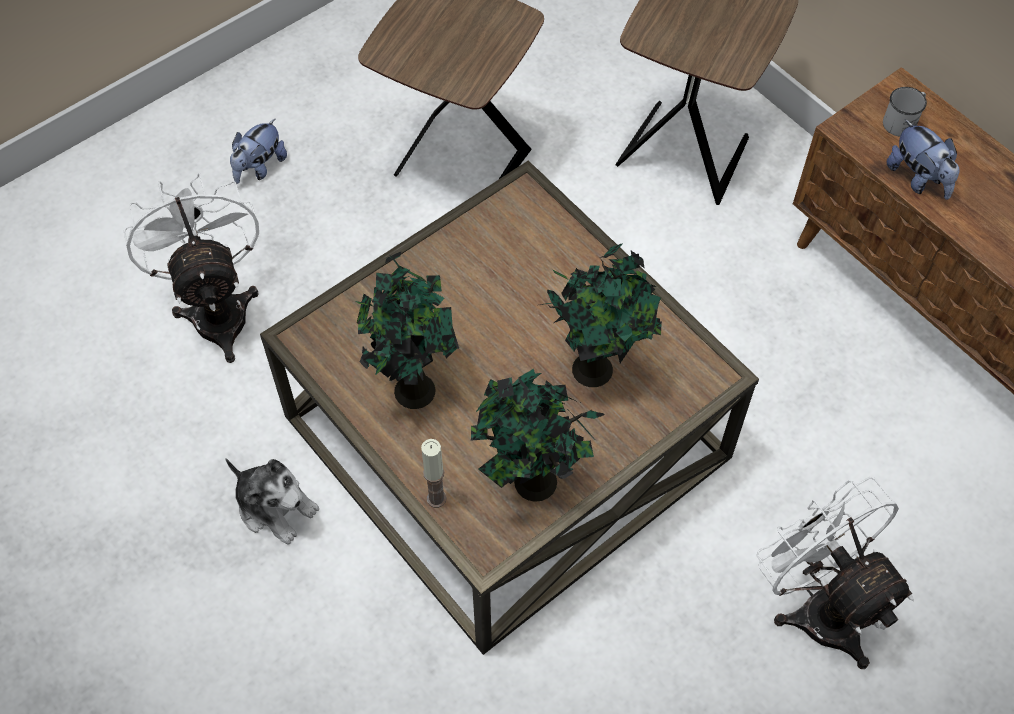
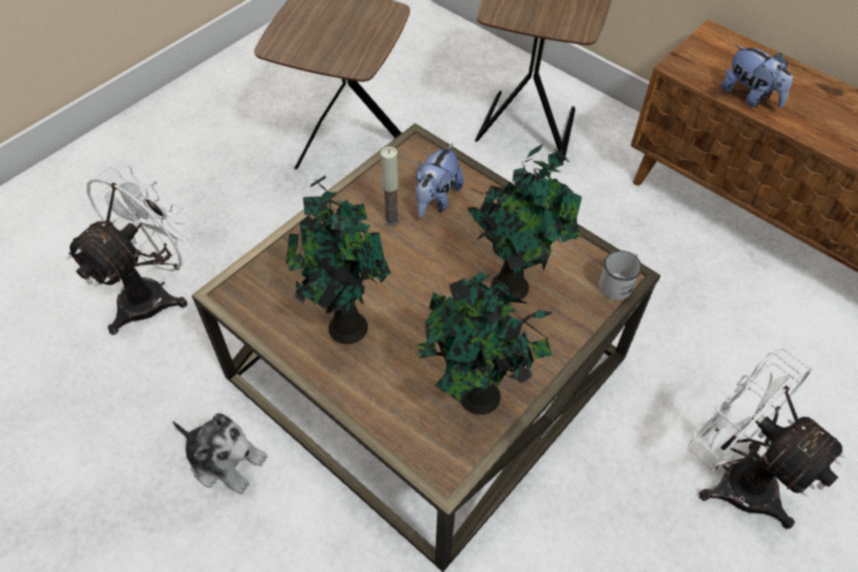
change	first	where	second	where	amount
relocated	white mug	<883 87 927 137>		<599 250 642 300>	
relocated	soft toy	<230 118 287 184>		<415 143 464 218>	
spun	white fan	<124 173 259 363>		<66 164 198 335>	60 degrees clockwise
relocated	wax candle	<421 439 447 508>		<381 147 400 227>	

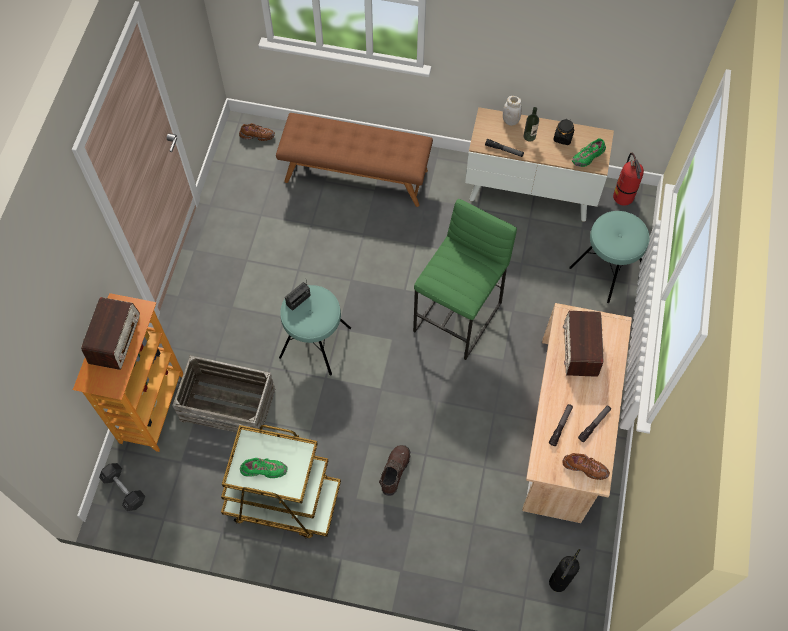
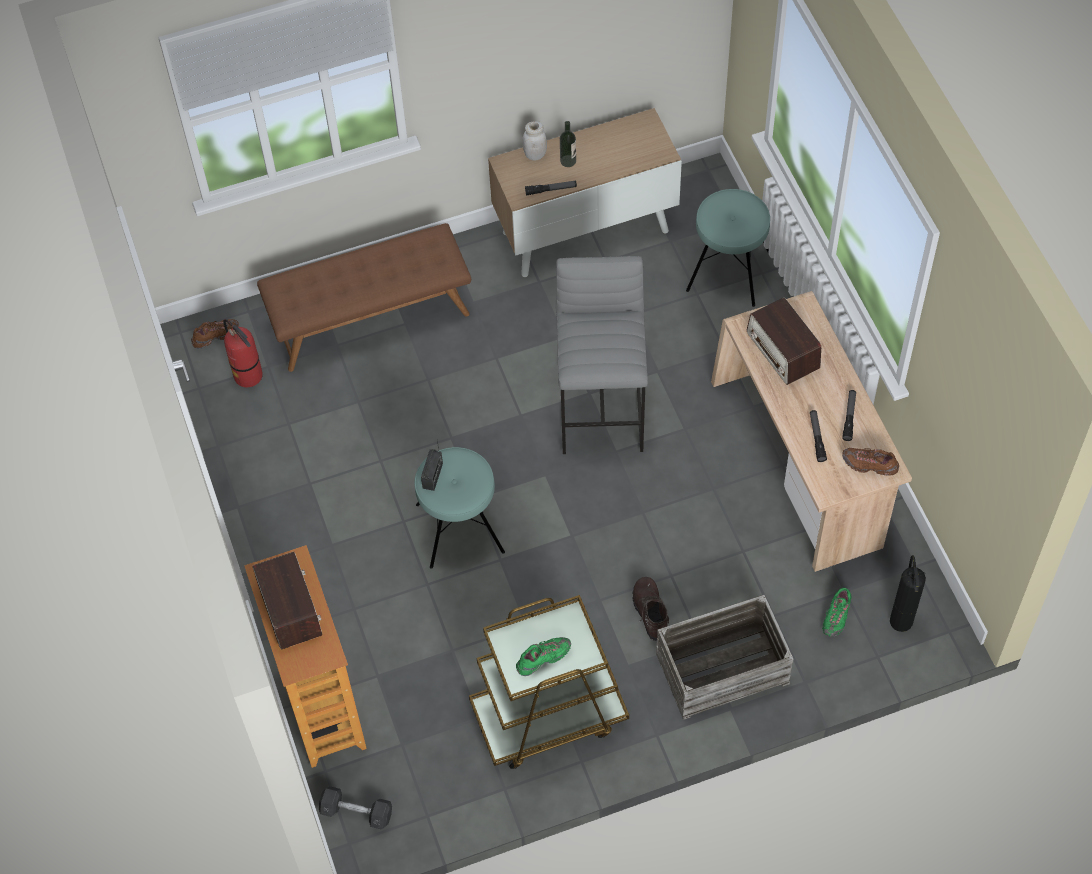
change	first	where	second	where	amount
missing	black preserve jar	<553 118 574 145>			
relocated	green shoe	<572 138 606 167>		<822 588 852 637>	
relocated	fire extinguisher	<613 152 644 206>		<223 319 263 387>	
colour	green sitting stool	<413 199 517 360>	grey sitting stool	<556 256 648 454>	
relocated	packing crate	<172 355 275 433>		<656 595 793 720>	
spun	brown shoe	<562 453 610 480>		<842 448 899 476>	150 degrees counterclockwise

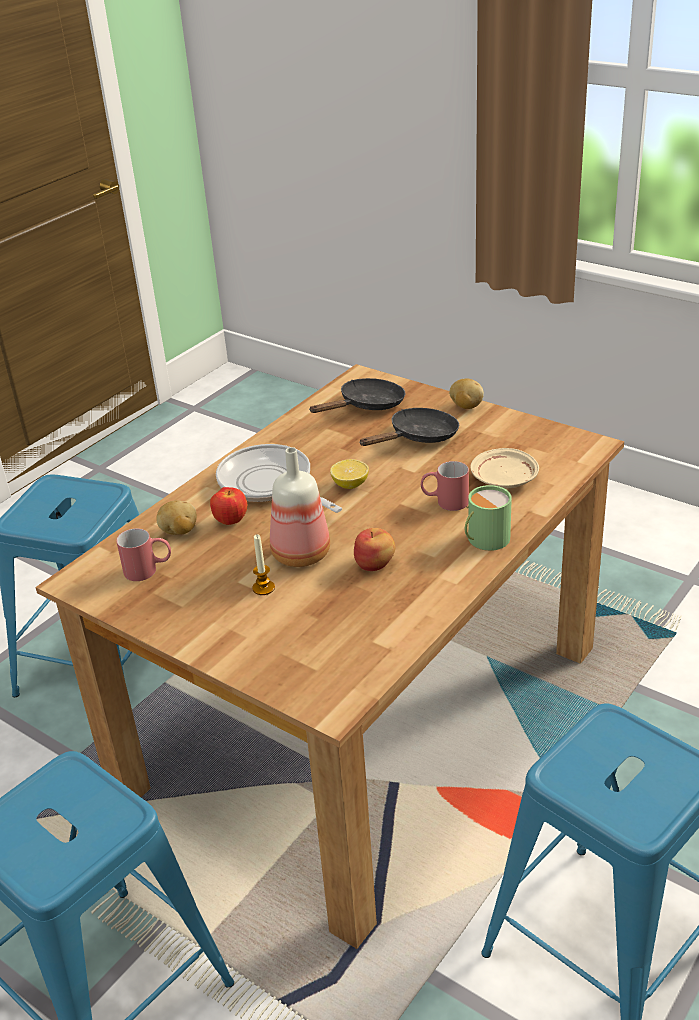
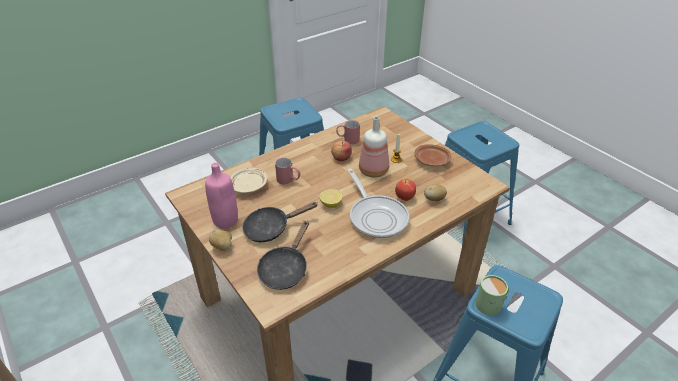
change	first	where	second	where	amount
spun	black skillet	<309 378 406 413>		<257 221 309 290>	45 degrees counterclockwise
relocated	green mug	<465 485 512 551>		<475 275 509 316>	
relocated	red-coloured mug	<116 528 171 581>		<336 120 360 145>	
appeared			brown dinner plate	<415 144 451 166>	
appeared			pink drink bottle	<205 163 238 229>	

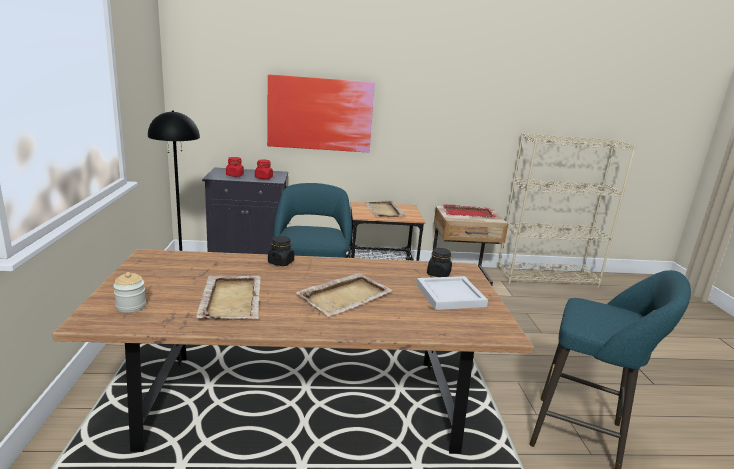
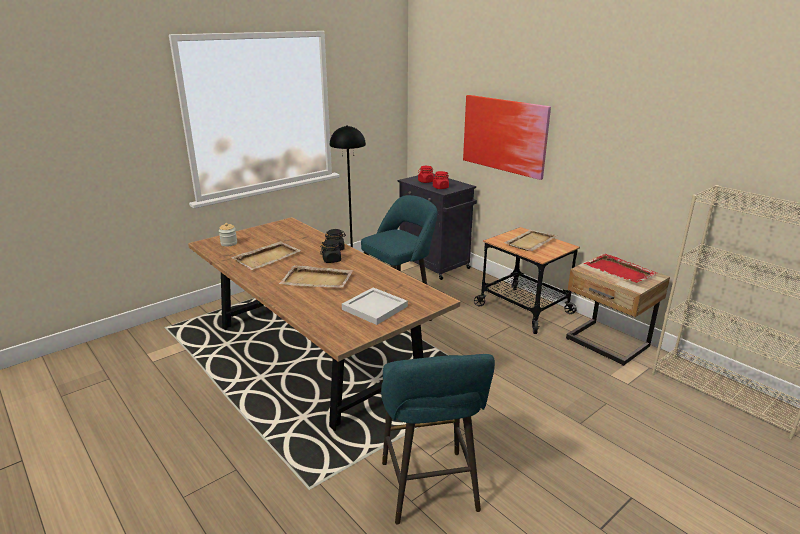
change	first	where	second	where	amount
relocated	black preserve jar	<427 248 452 277>		<320 239 343 263>	

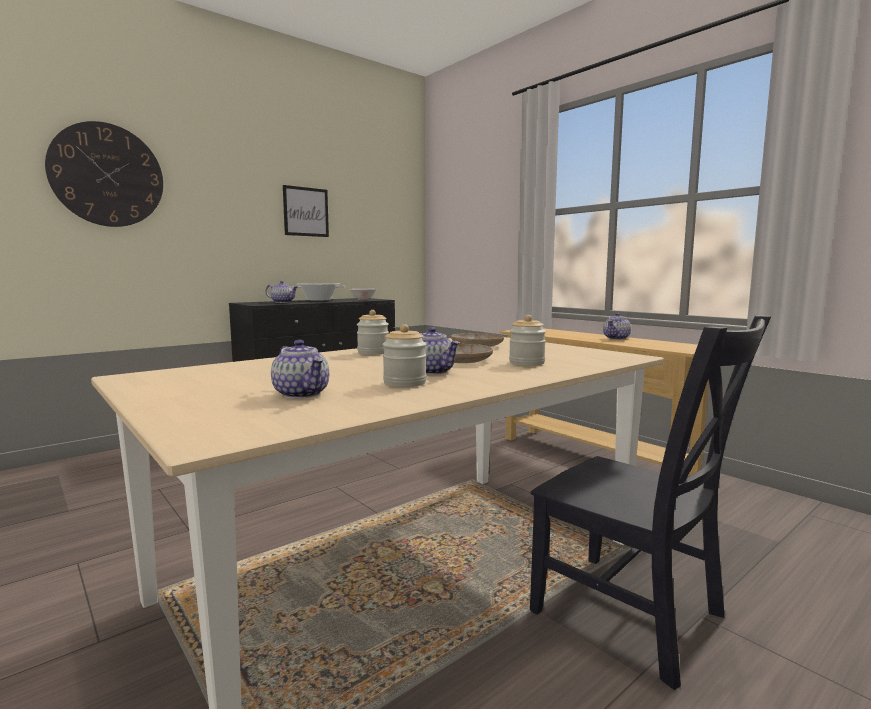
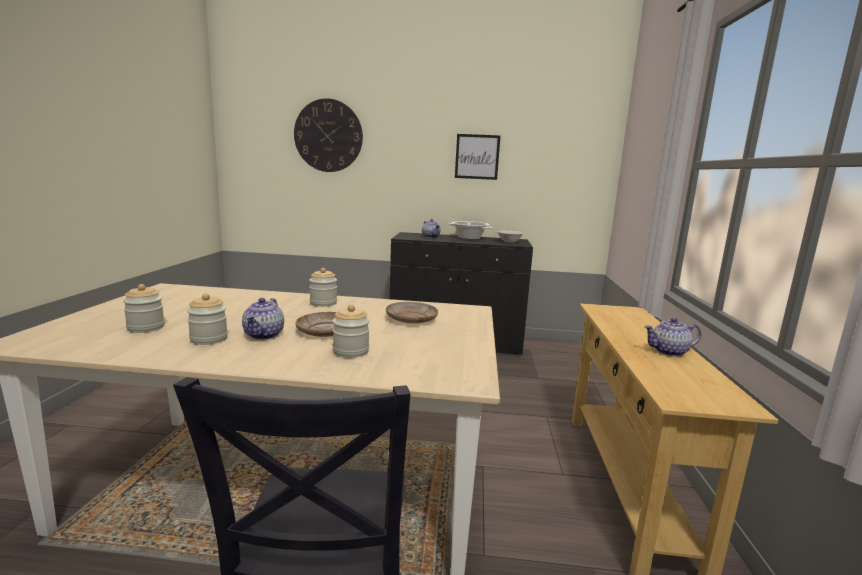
change	first	where	second	where	amount
exchanged	teapot	<271 339 329 399>	preserve jar	<123 284 165 333>	

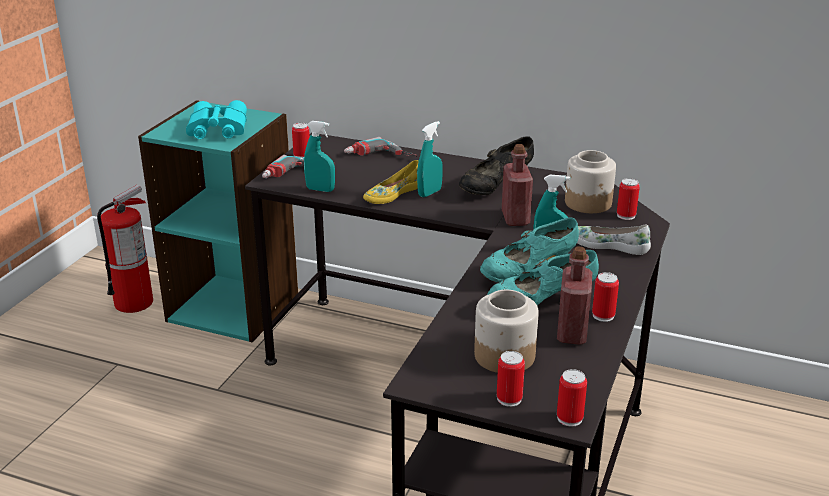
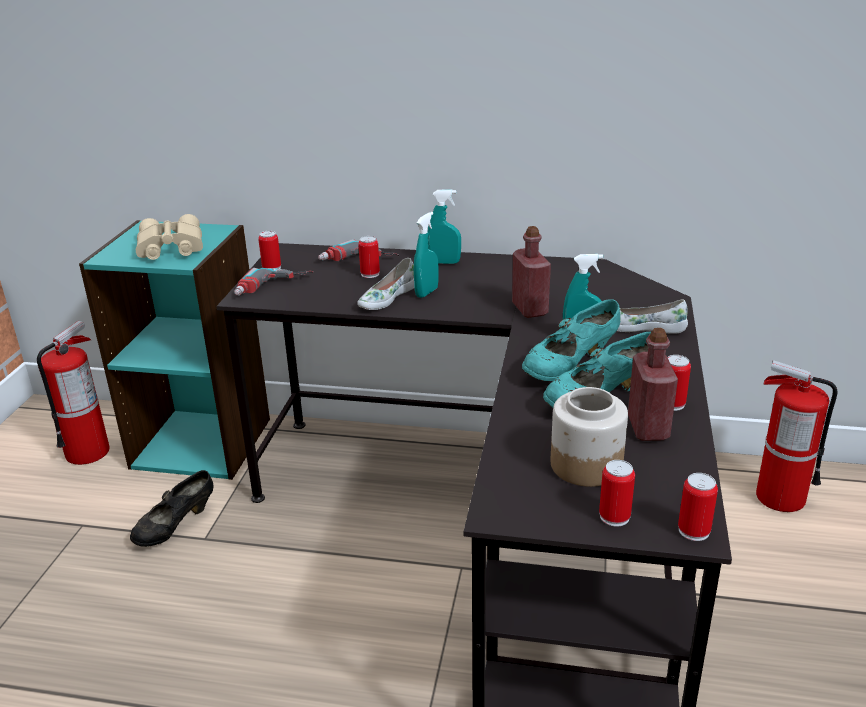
change	first	where	second	where	amount
colour	blue-green pair of binoculars	<186 100 247 139>	beige pair of binoculars	<136 214 203 260>	
relocated	blue-green hand sprayer	<304 121 335 192>		<428 190 461 264>	
relocated	black shoe	<459 136 534 195>		<130 470 213 547>	
missing	preserve jar	<565 150 616 213>			
colour	yellow shoe	<363 160 419 204>	white shoe	<357 258 414 310>	
relocated	can	<617 178 640 220>		<358 236 380 278>	
appeared			fire extinguisher	<756 360 837 512>	

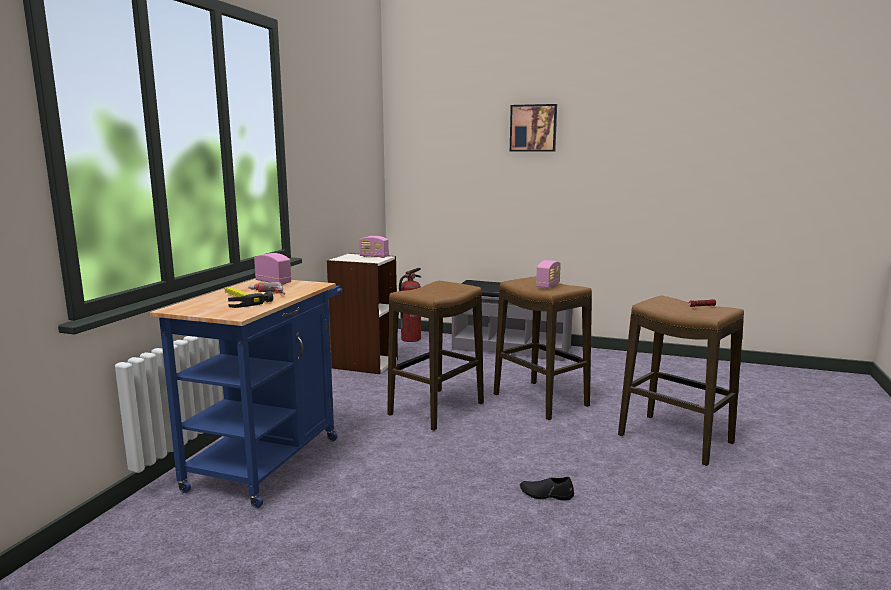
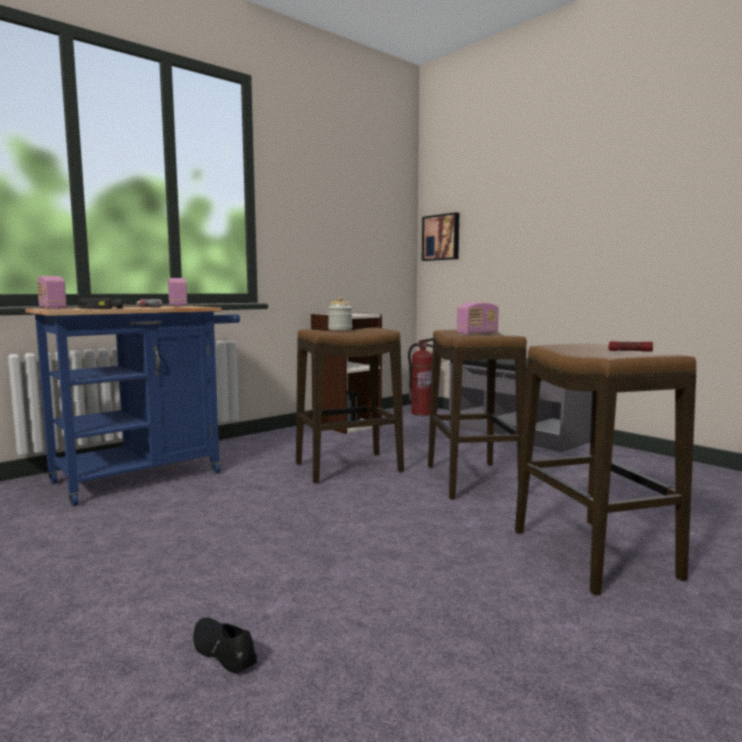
change	first	where	second	where	amount
relocated	picture	<510 104 557 152>		<422 212 459 261>	
relocated	radio set	<359 236 389 258>		<37 276 67 309>	
relocated	black shoe	<520 477 574 500>		<193 617 257 674>	
appeared			preserve jar	<328 297 352 331>	

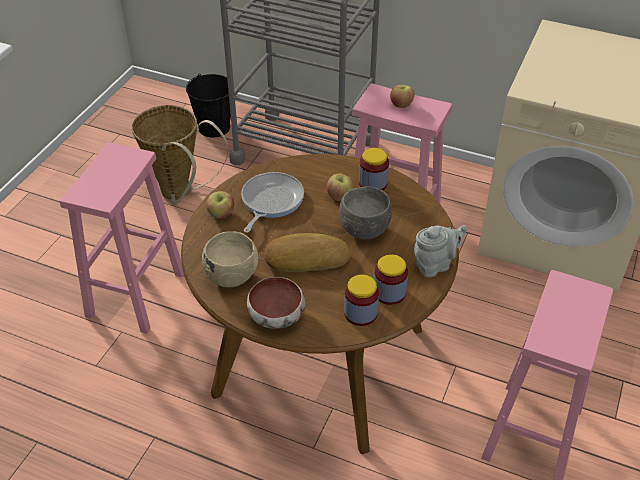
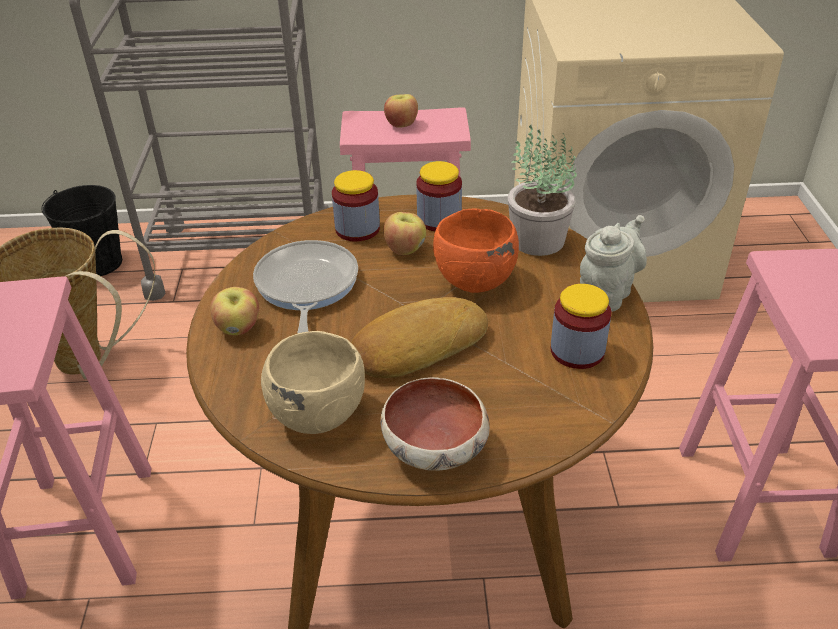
change	first	where	second	where	amount
colour	grey serving bowl	<339 186 392 240>	orangey serving bowl	<433 209 519 293>	
relocated	preserve jar	<344 275 379 326>		<332 170 380 242>	
appeared			plant in a pot	<508 125 577 256>	

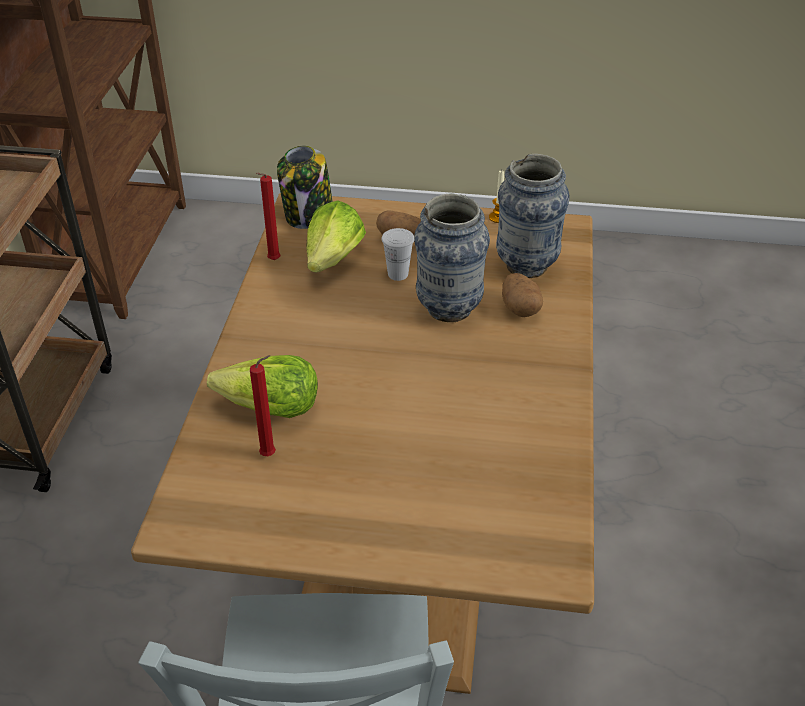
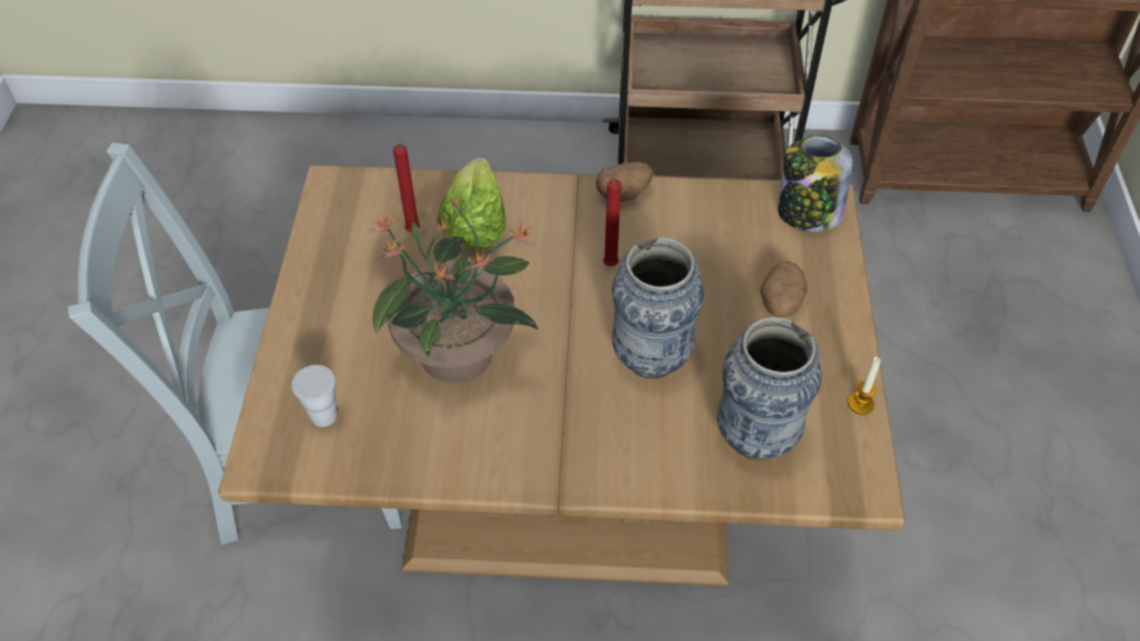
change	first	where	second	where	amount
relocated	red-coloured wax candle	<256 173 280 260>		<603 168 621 266>	
missing	lettuce head	<307 201 366 273>			
relocated	white cup	<382 228 414 281>		<291 365 337 427>	
relocated	potato	<502 273 543 317>		<596 162 653 202>	
appeared			plant in a pot	<365 198 538 383>	

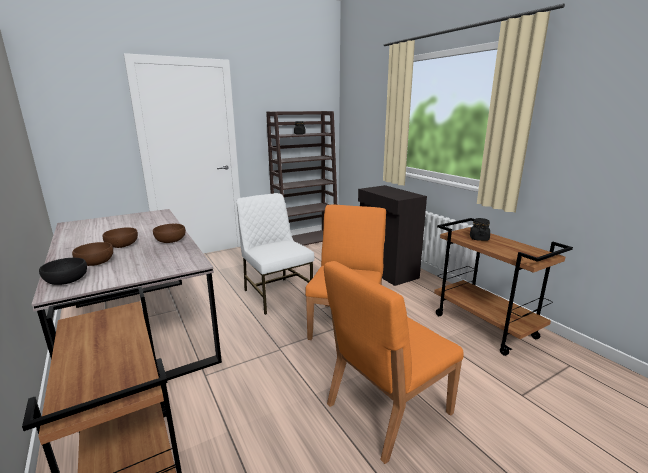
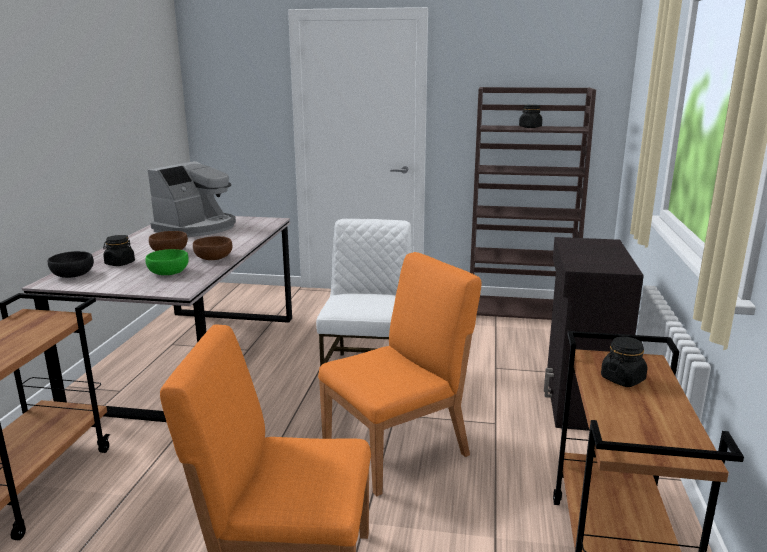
change	first	where	second	where	amount
exchanged	brown serving bowl	<72 242 113 266>	black preserve jar	<103 235 135 266>	
appeared			coffee machine	<148 161 236 237>	
appeared			green serving bowl	<146 249 189 275>	

